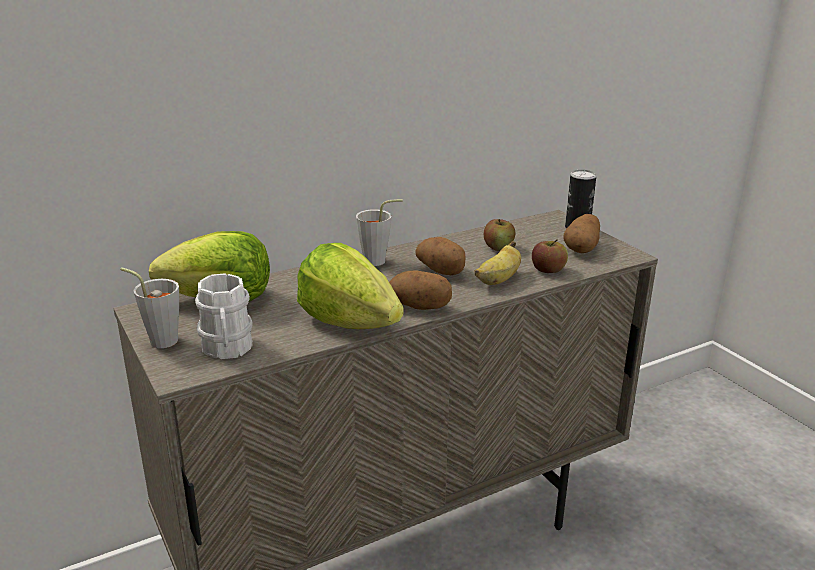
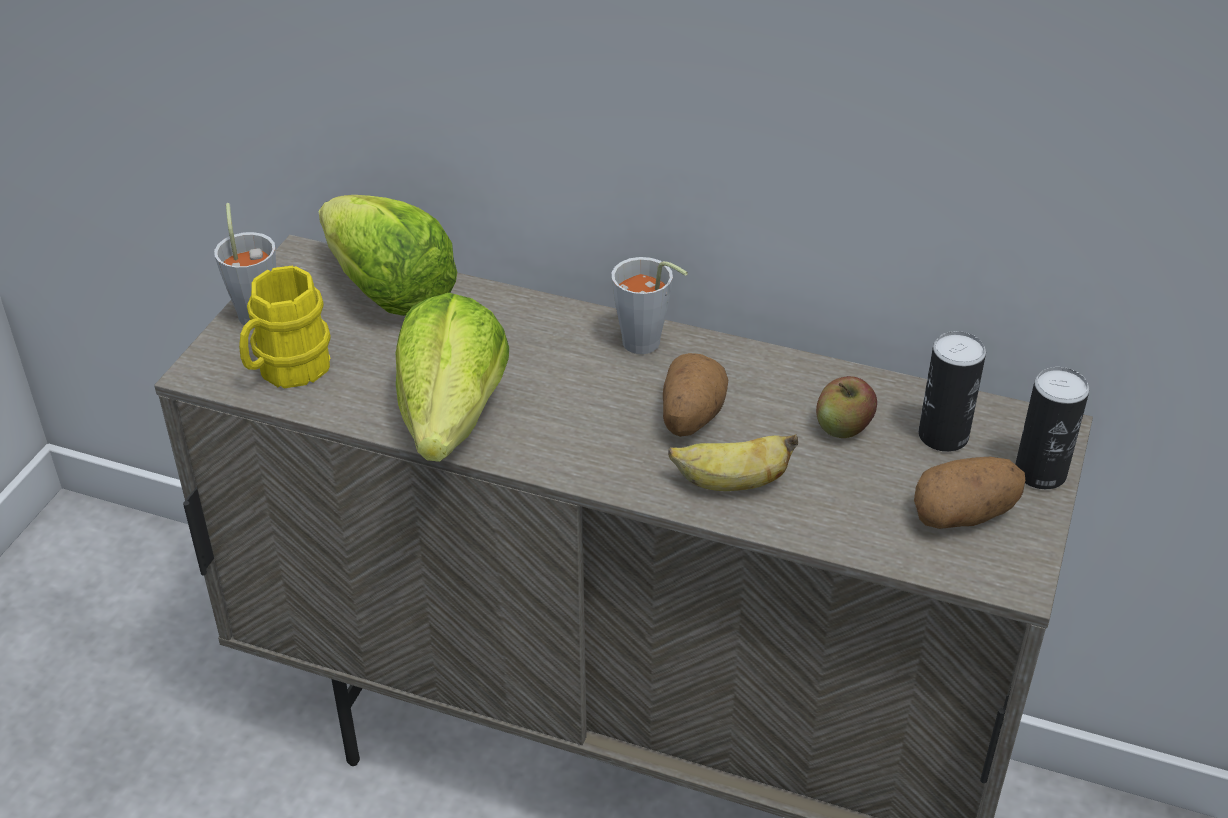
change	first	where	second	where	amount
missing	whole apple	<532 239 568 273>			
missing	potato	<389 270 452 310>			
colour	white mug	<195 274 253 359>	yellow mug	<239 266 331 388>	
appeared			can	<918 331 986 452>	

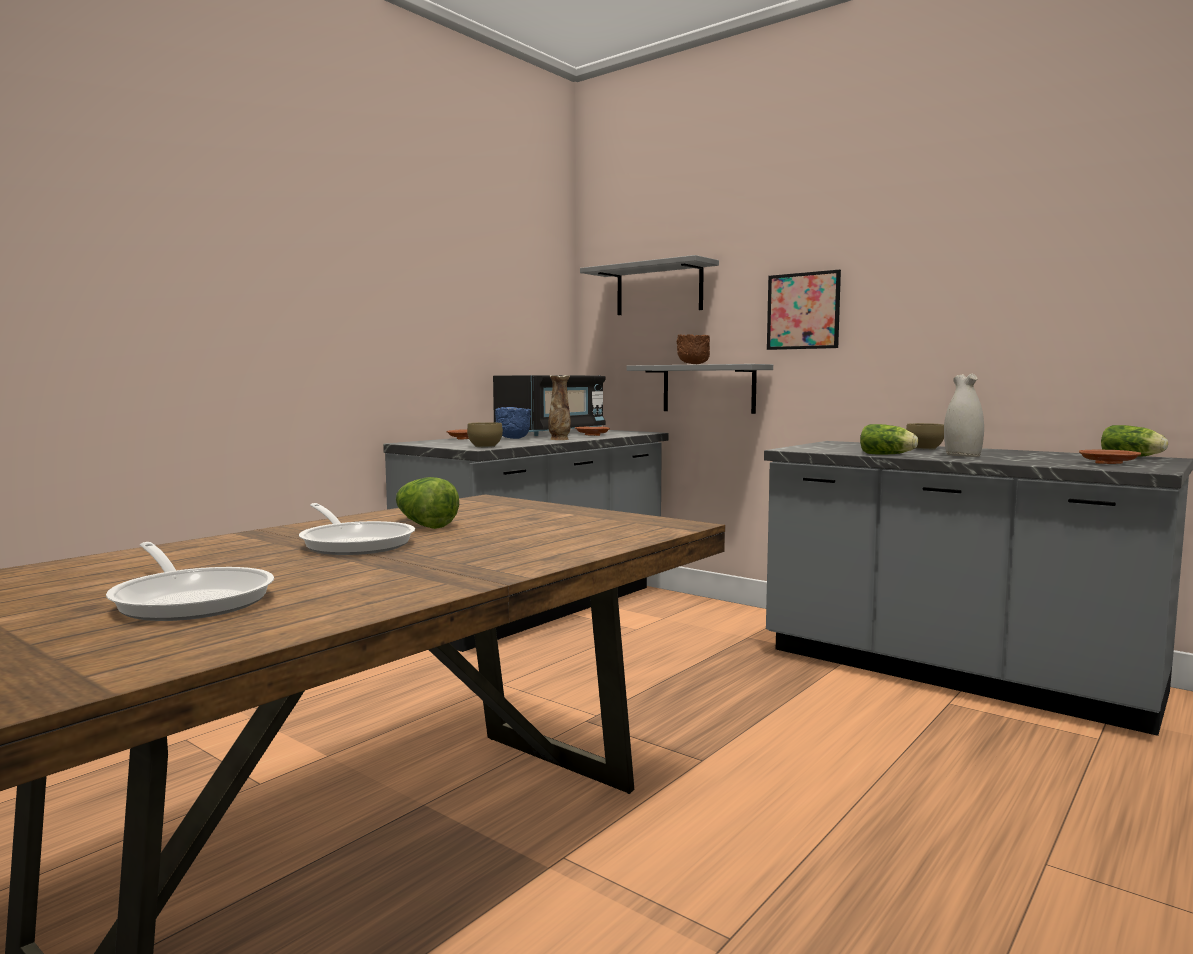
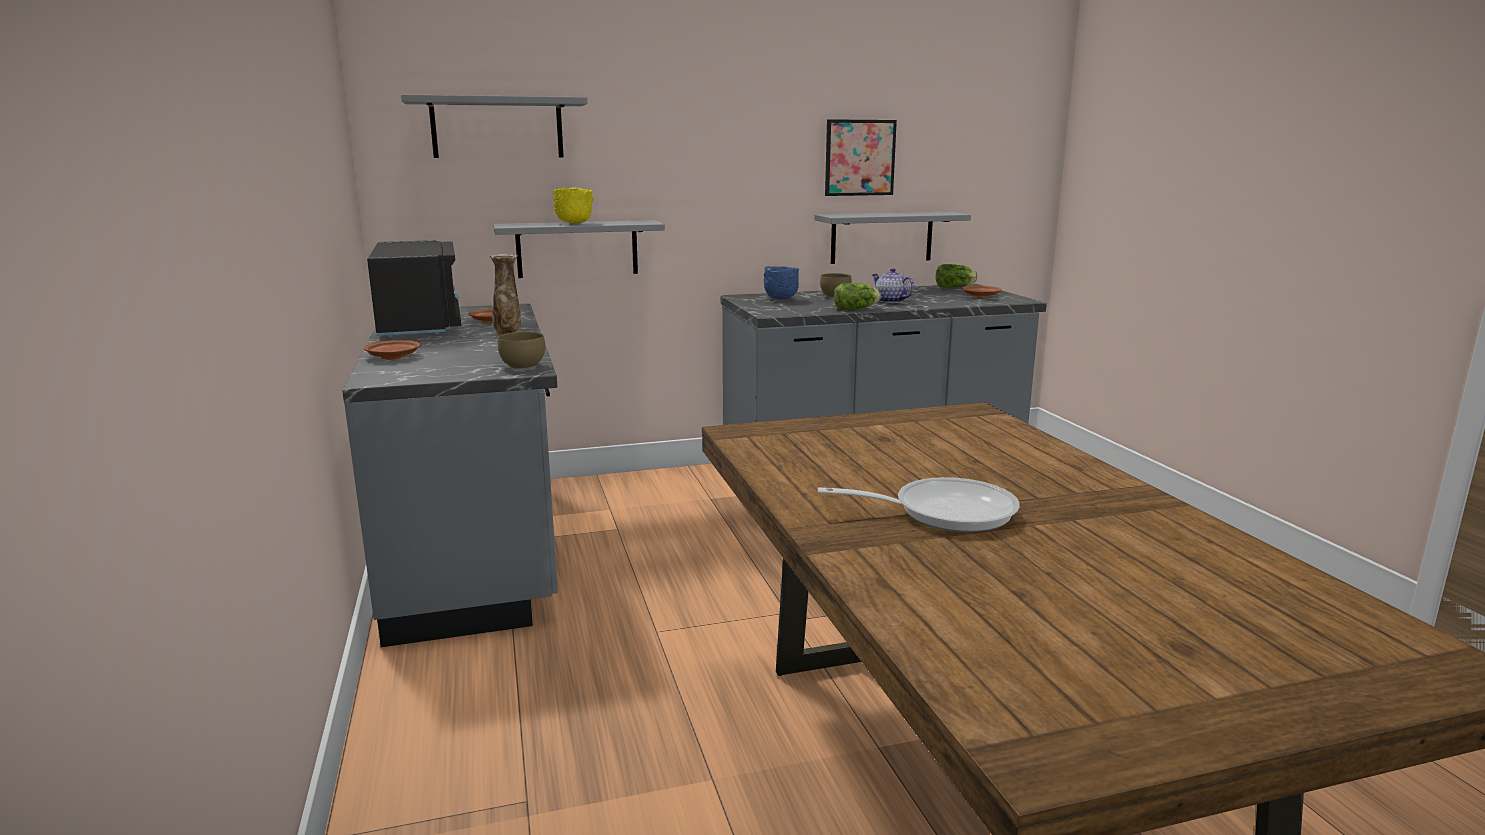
change	first	where	second	where	amount
relocated	picture	<767 270 841 350>		<825 119 897 196>	
colour	brown serving bowl	<677 334 710 365>	yellow serving bowl	<553 187 594 223>	
exchanged	white decorative vase	<944 374 984 457>	teapot	<872 268 914 303>	
relocated	blue serving bowl	<495 407 531 439>		<764 266 799 299>	
missing	lettuce head	<396 477 459 529>			
missing	skillet	<106 542 274 621>			
appeared			grey shelf	<815 212 971 264>	

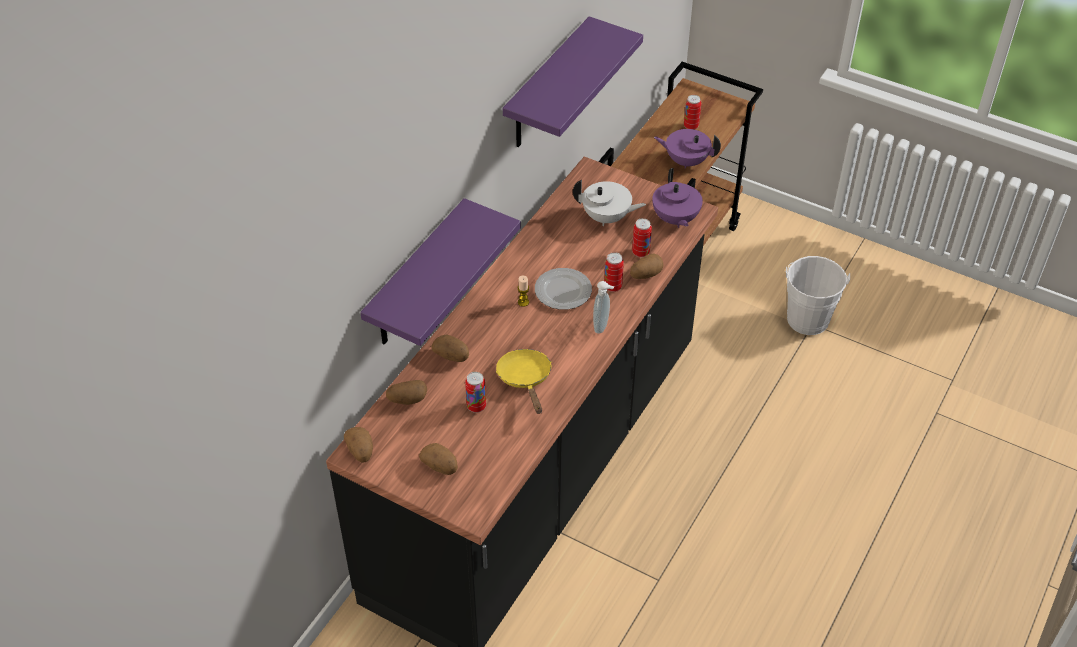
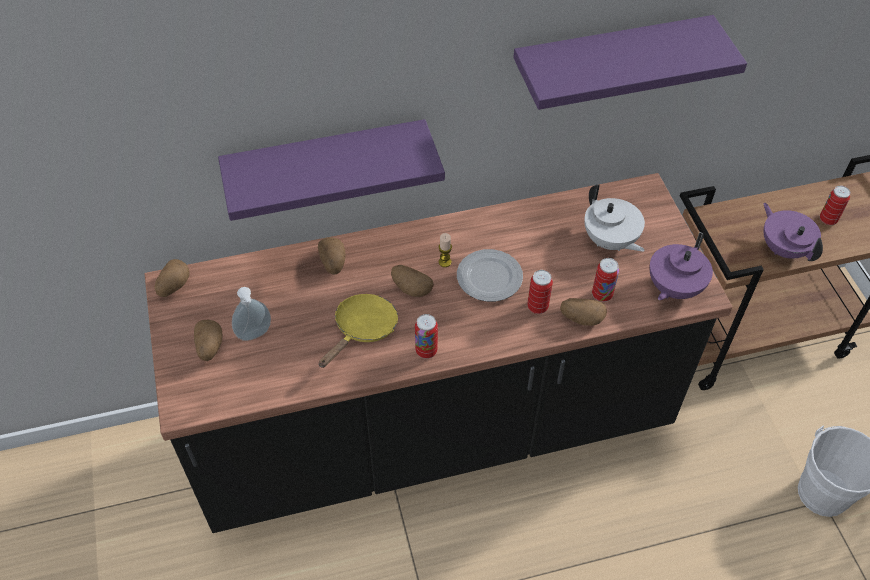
change	first	where	second	where	amount
relocated	soap dispenser	<593 281 614 334>		<232 287 271 341>	
relocated	can	<465 372 486 413>		<415 314 438 359>	
relocated	potato	<386 380 427 405>		<391 265 434 297>	

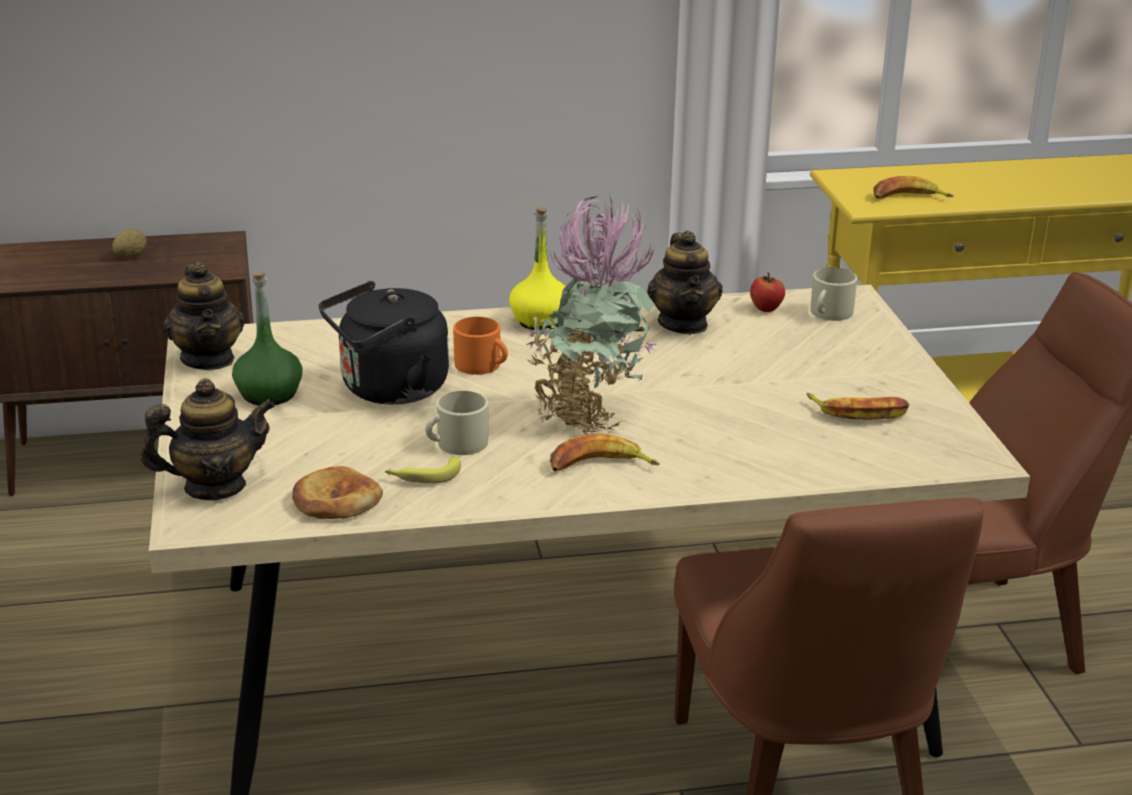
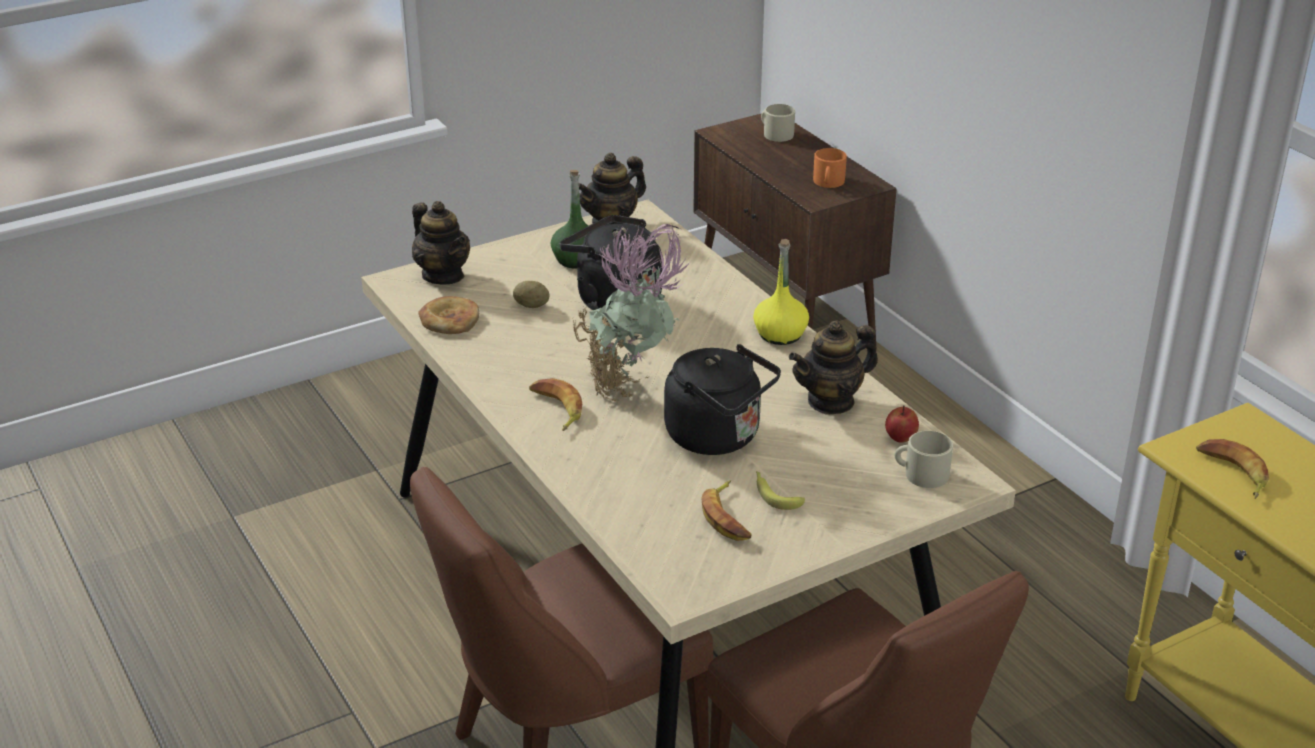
change	first	where	second	where	amount
relocated	potato	<112 229 147 257>		<513 281 549 308>	
relocated	orangey mug	<453 317 508 375>		<813 148 847 188>	
relocated	beige mug	<425 391 488 455>		<761 104 795 142>	
relocated	banana fruit	<385 457 461 483>		<756 471 805 510>	
appeared			black tea kettle	<664 344 781 455>	

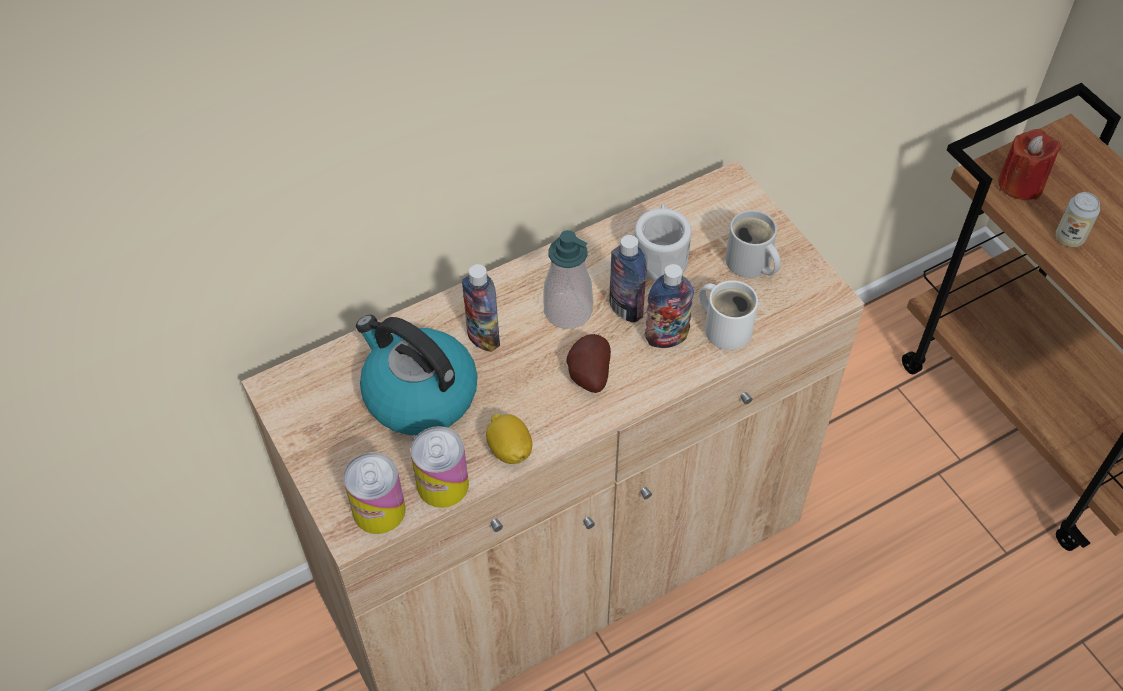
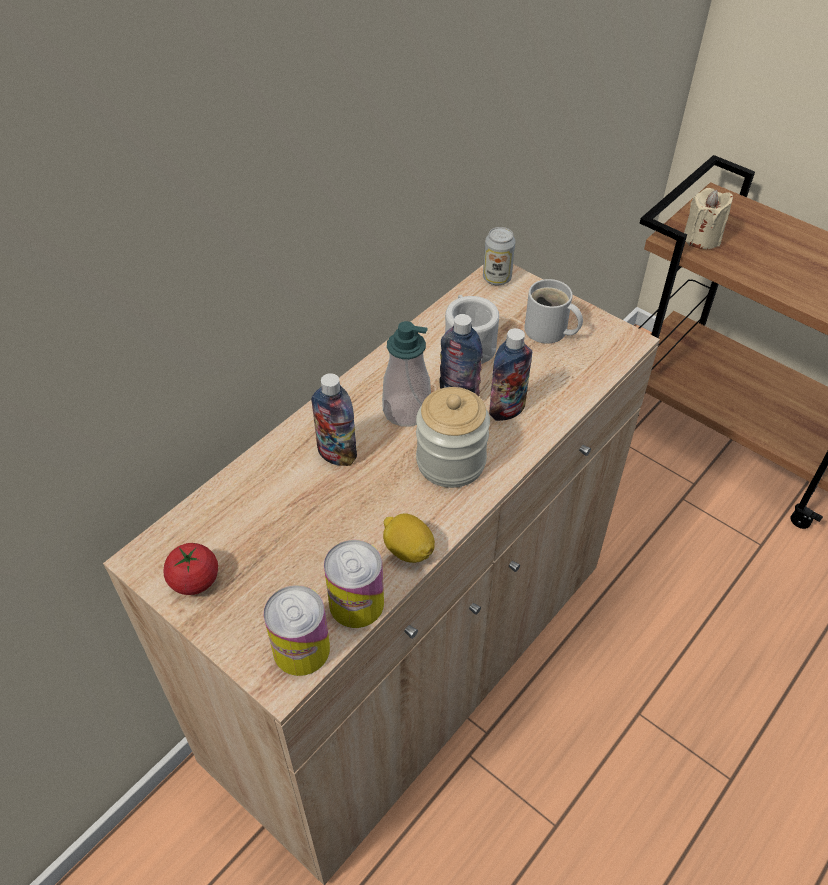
change	first	where	second	where	amount
colour	red-coloured wax candle	<998 129 1061 200>	beige wax candle	<684 188 733 249>	
relocated	can	<1056 192 1100 247>		<483 227 516 285>	
missing	white mug	<700 280 758 350>			
missing	tea kettle	<356 315 478 435>			
exchanged	potato	<566 334 611 393>	preserve jar	<416 387 490 488>	
appeared			tomato	<163 543 218 595>	

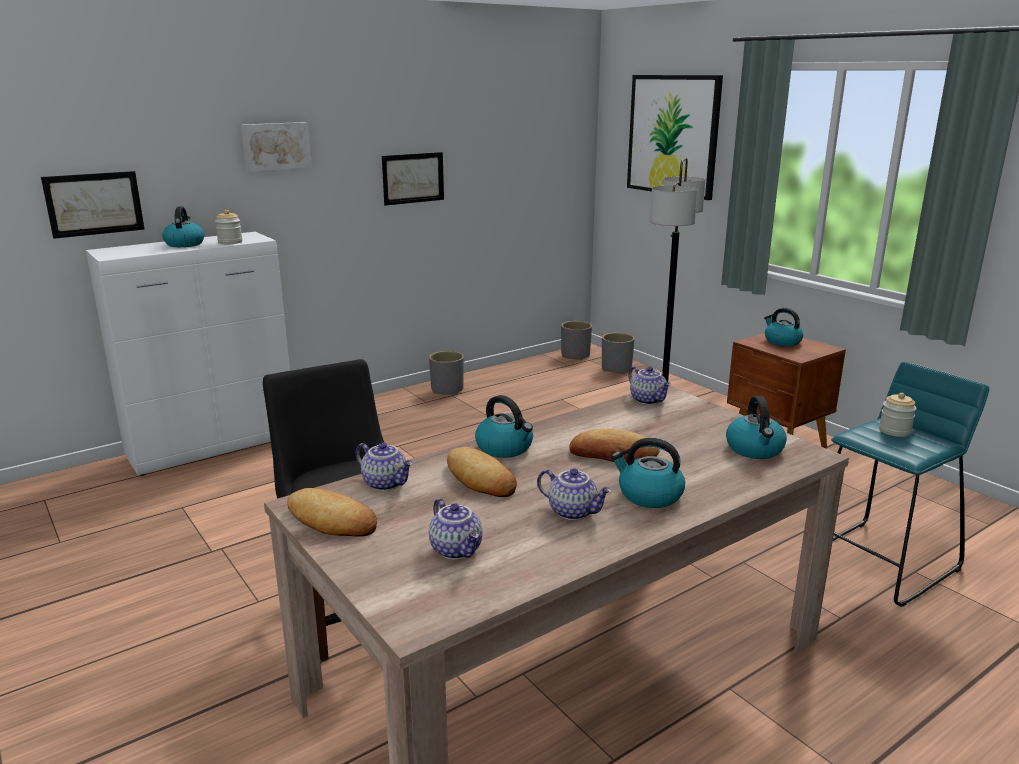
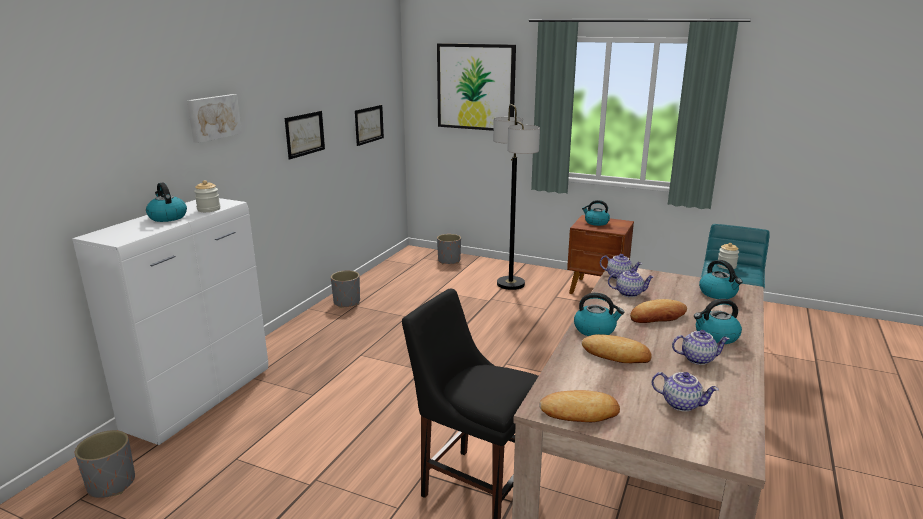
change	first	where	second	where	amount
relocated	picture	<41 171 145 239>		<355 105 384 146>	
relocated	grey flower pot	<561 321 592 360>		<75 430 135 498>	
relocated	teapot	<356 443 413 491>		<608 269 654 297>	

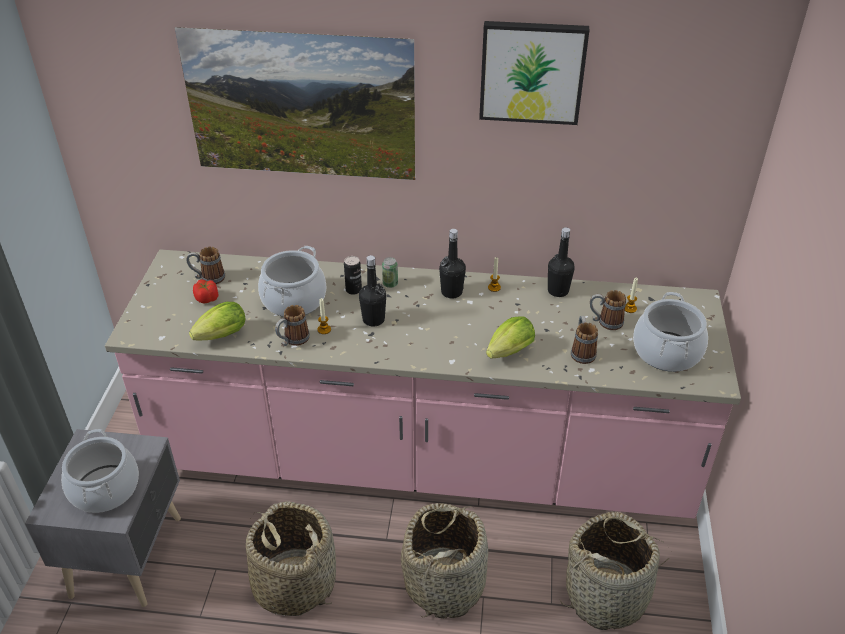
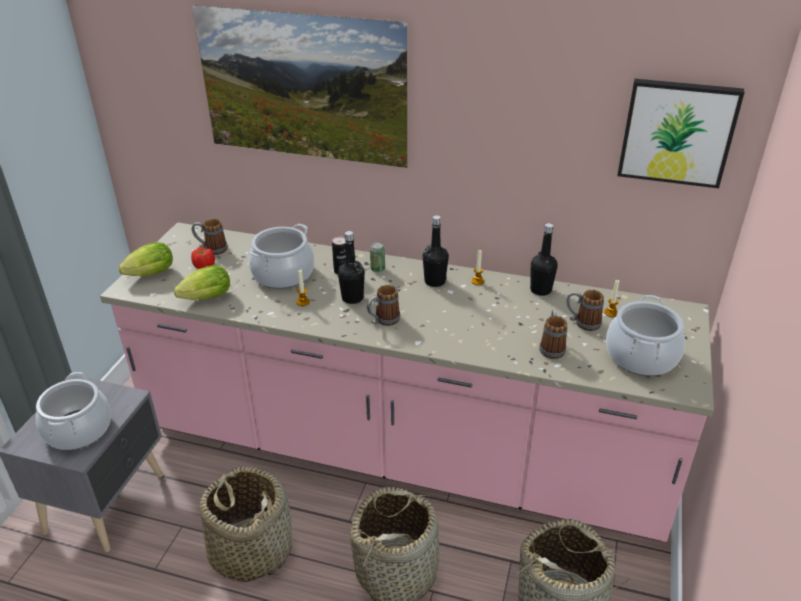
change	first	where	second	where	amount
relocated	picture	<479 21 589 125>		<617 79 744 188>	
relocated	mug	<275 305 310 346>		<367 285 400 326>	
relocated	lettuce head	<486 316 535 358>		<118 242 173 276>	

